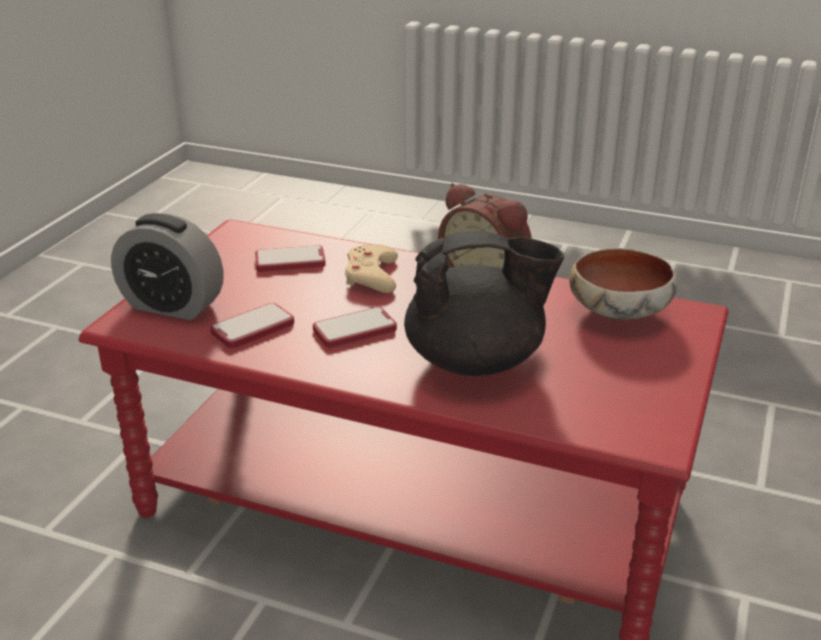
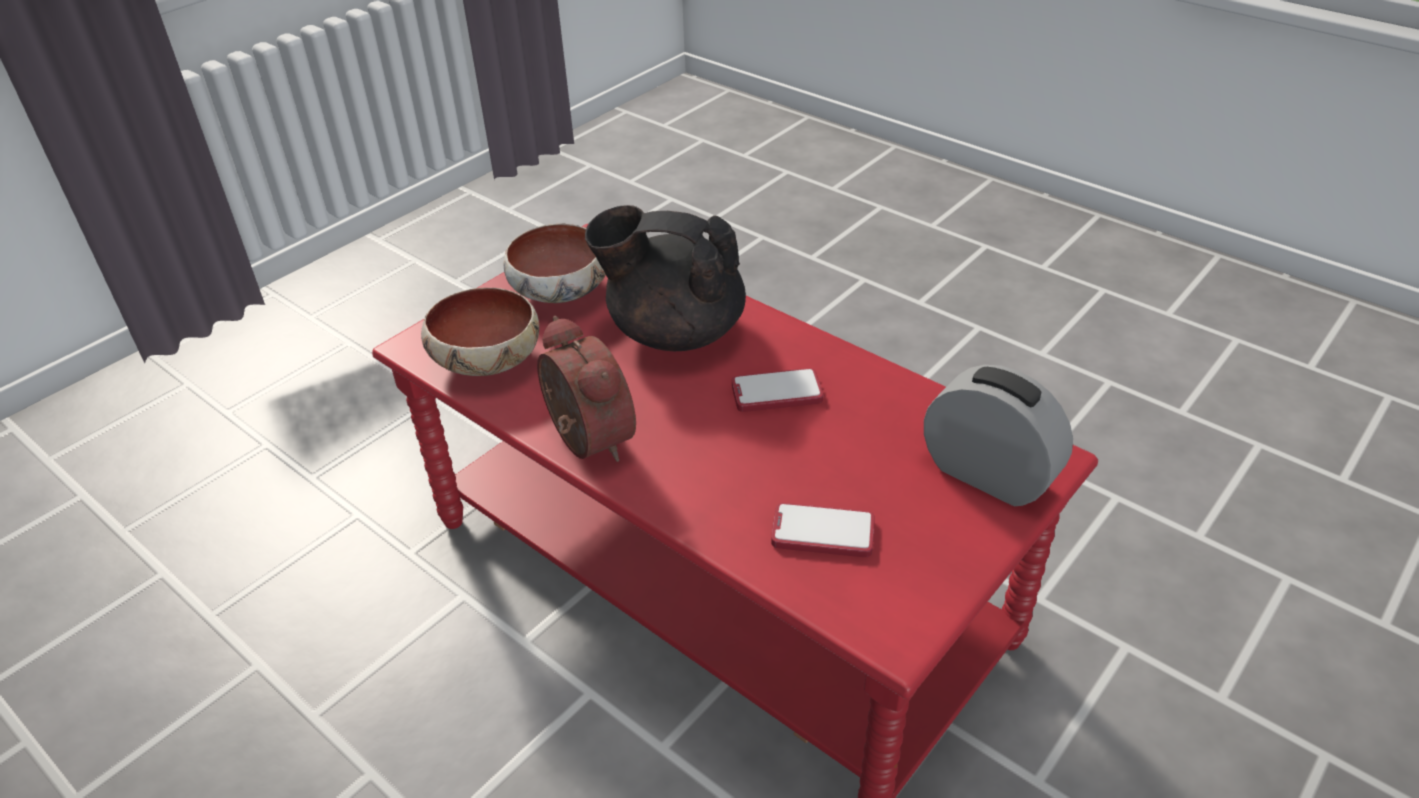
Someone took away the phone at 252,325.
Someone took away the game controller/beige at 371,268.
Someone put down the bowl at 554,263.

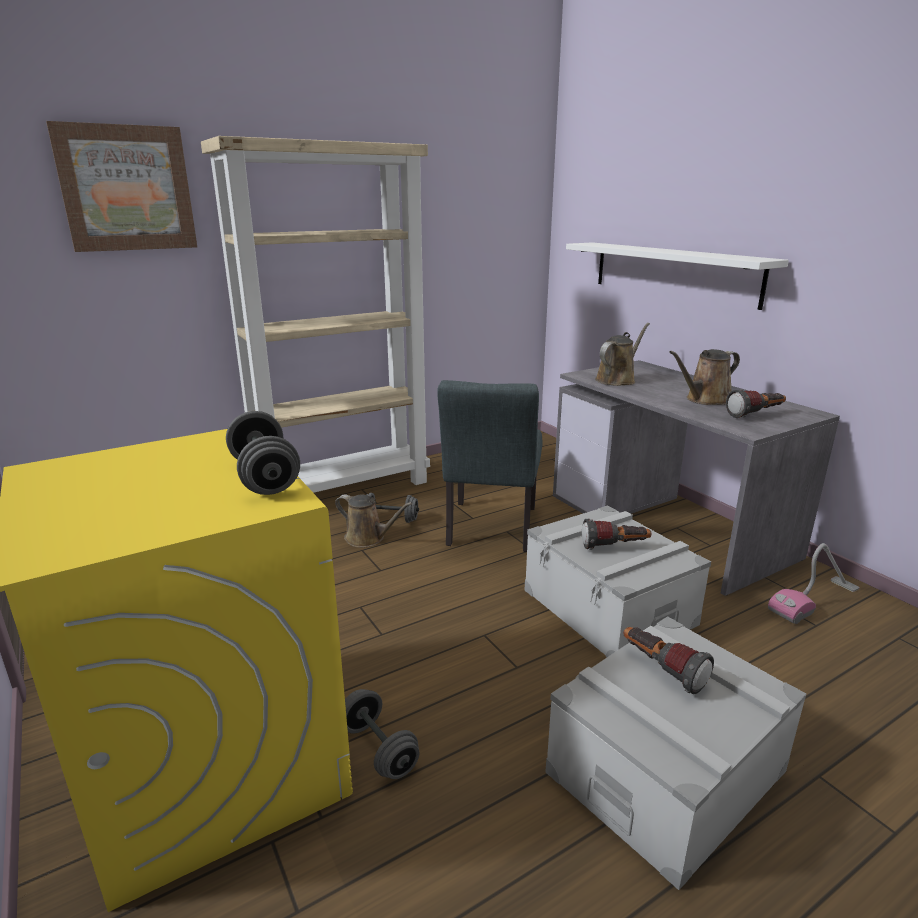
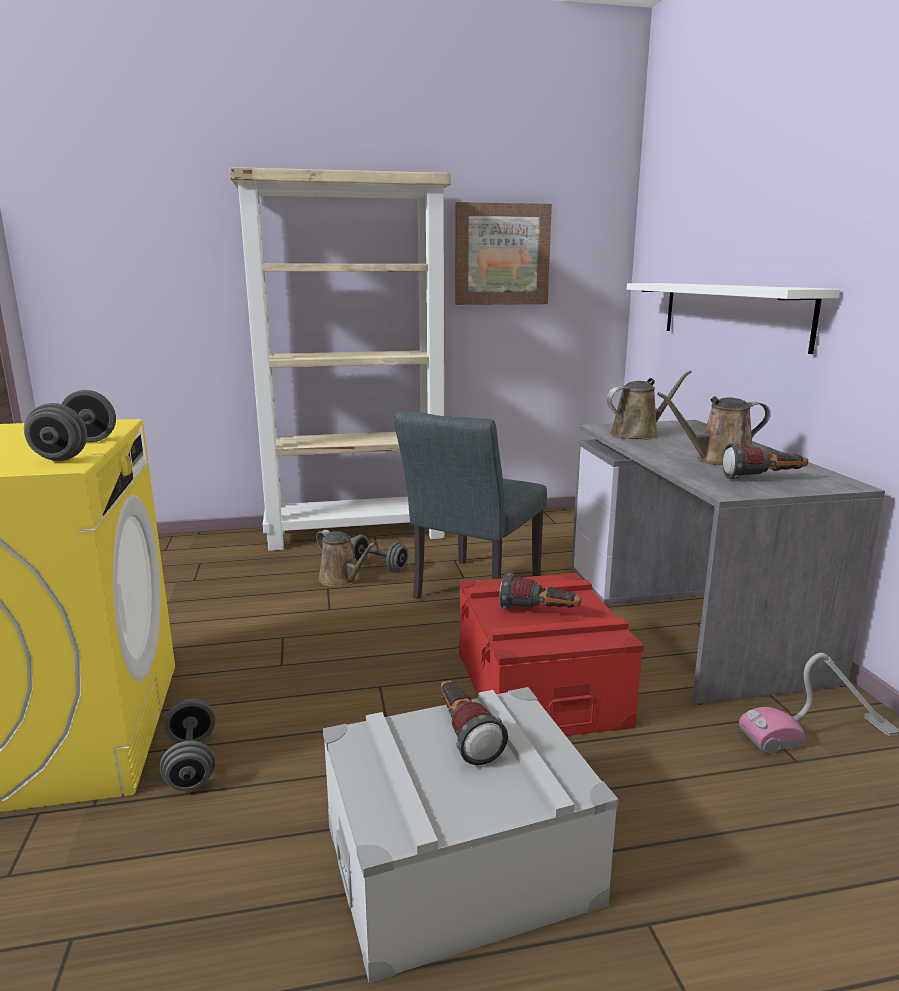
Someone carried the picture from 121,186 to 503,253.
Someone repainted the storage box/grey at 618,581, which became the storage box/red at 551,654.

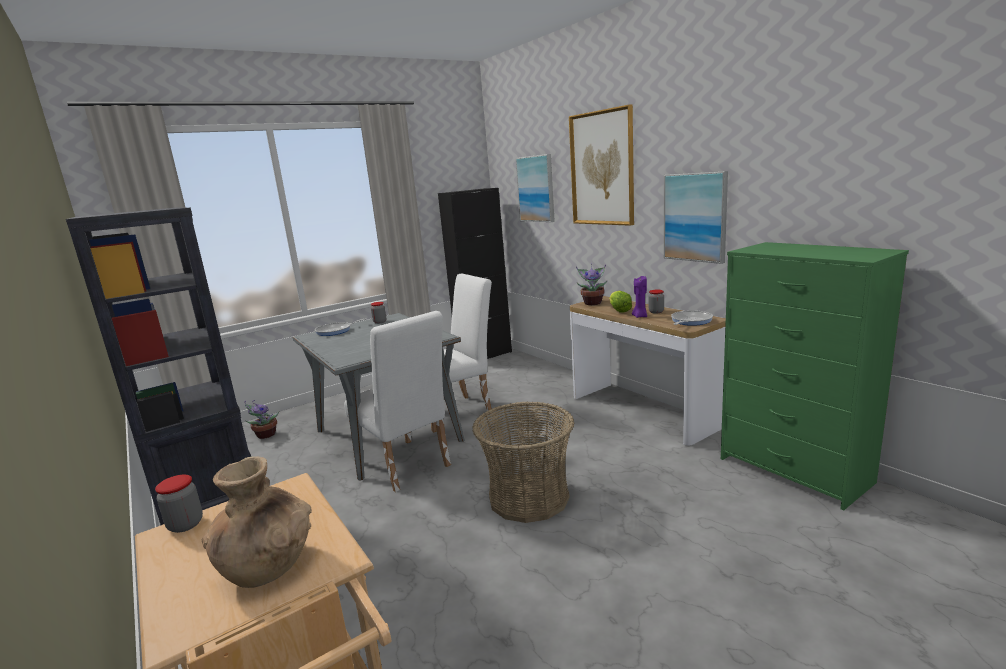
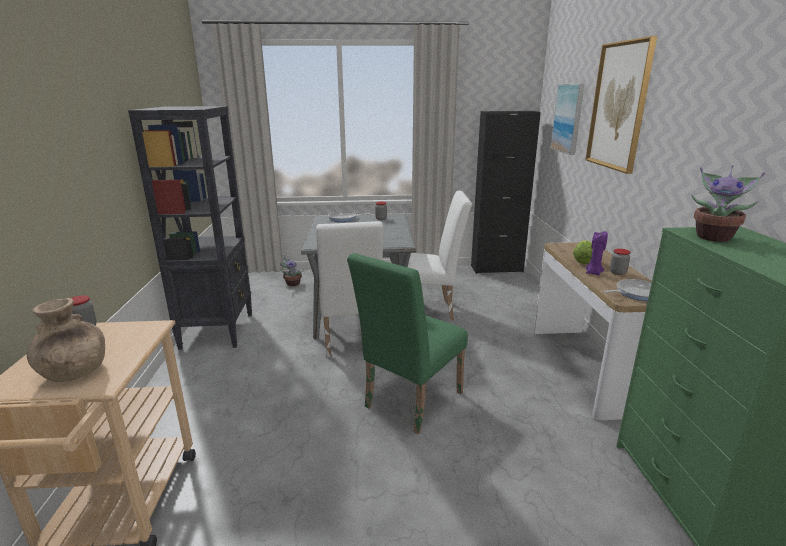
Someone took away the picture at 696,217.
Someone carried the potted plant from 592,284 to 728,203.
Someone swapped the basket at 523,462 for the chair/green at 407,343.

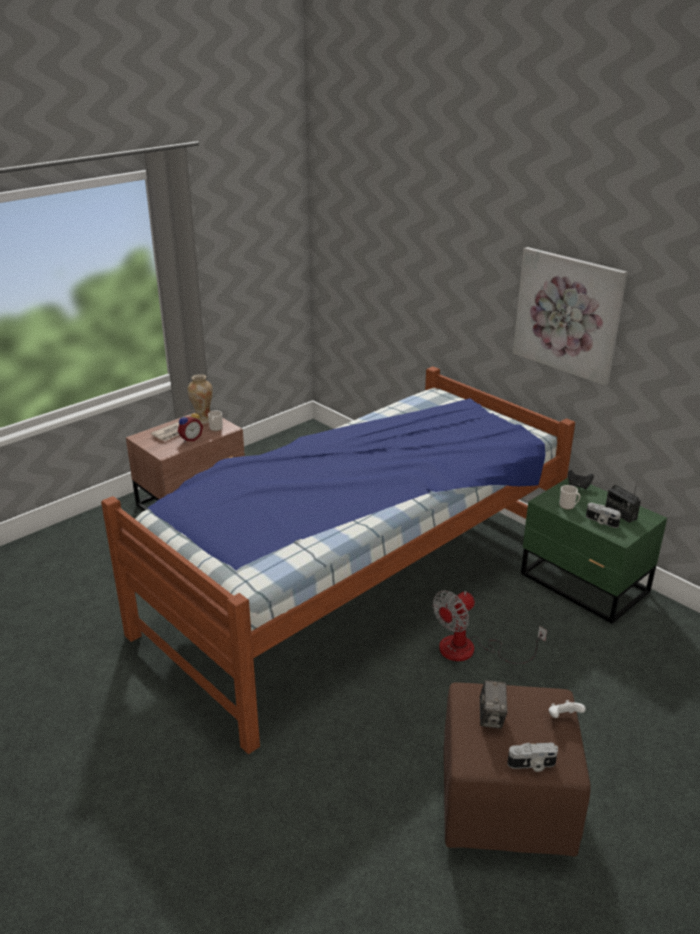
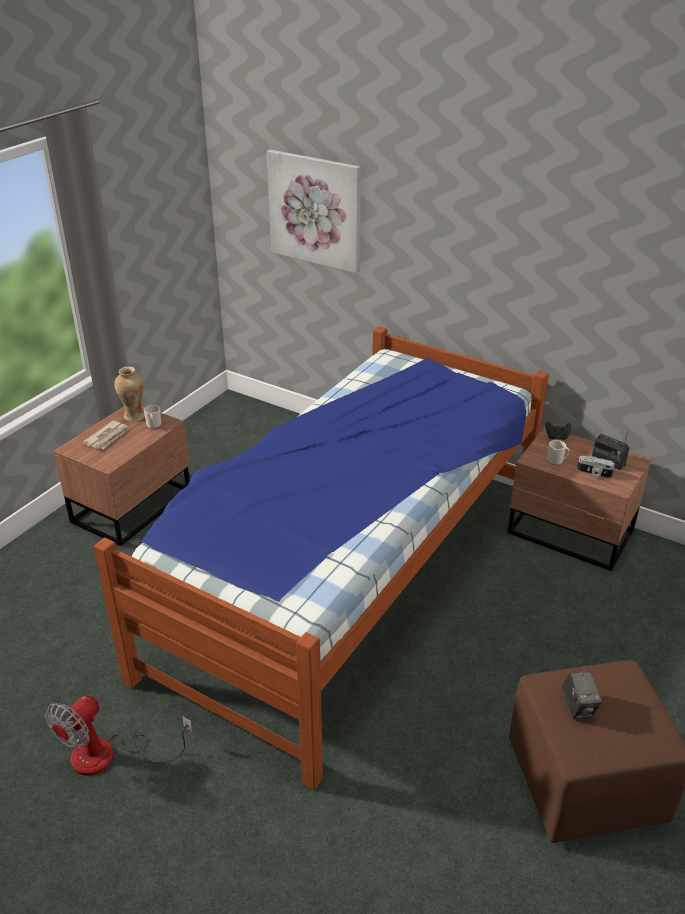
Someone took away the alarm clock at 190,426.
Someone took away the photo camera at 532,757.
Someone took away the game controller/white at 567,709.
Someone carried the fan from 490,627 to 119,735.
Someone carried the picture from 570,316 to 314,211.
Someone repainted the nightstand/green at 594,551, which became the nightstand/brown at 579,499.

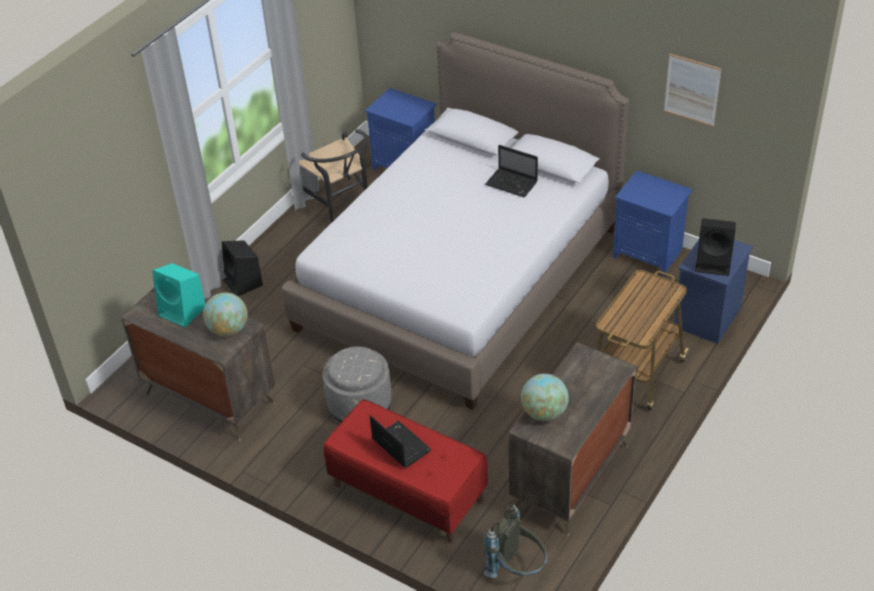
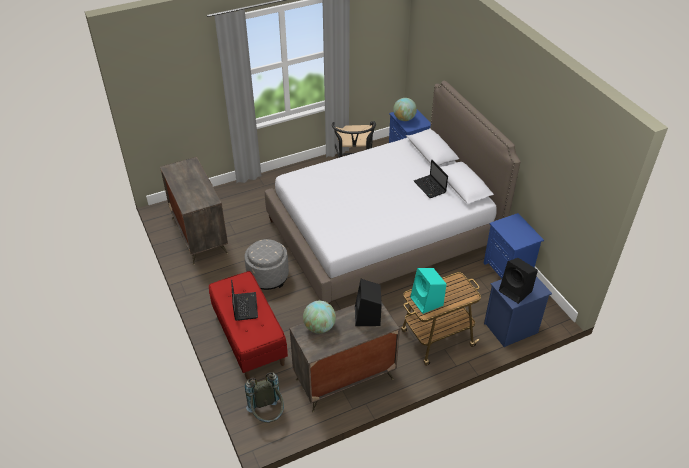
Someone took away the picture at 693,90.
Someone carried the speaker/turquoise from 178,295 to 428,291.
Someone carried the globe from 225,314 to 405,109.
Someone carried the speaker/black from 242,268 to 368,302.

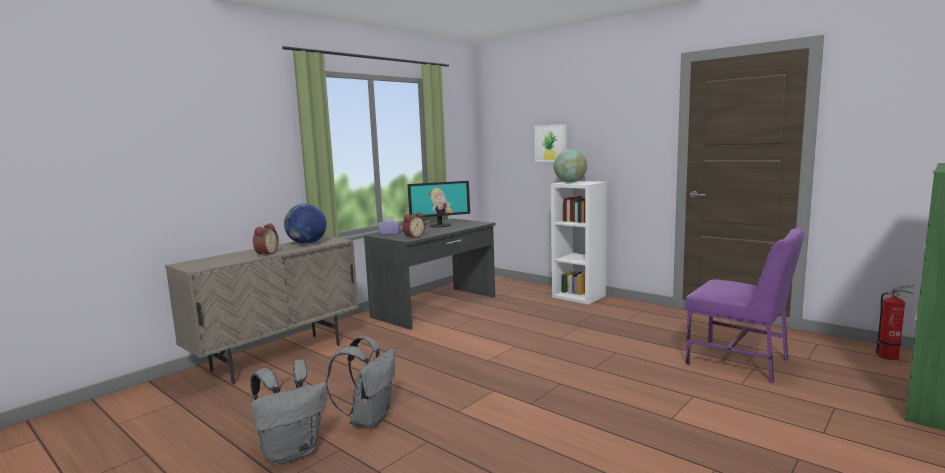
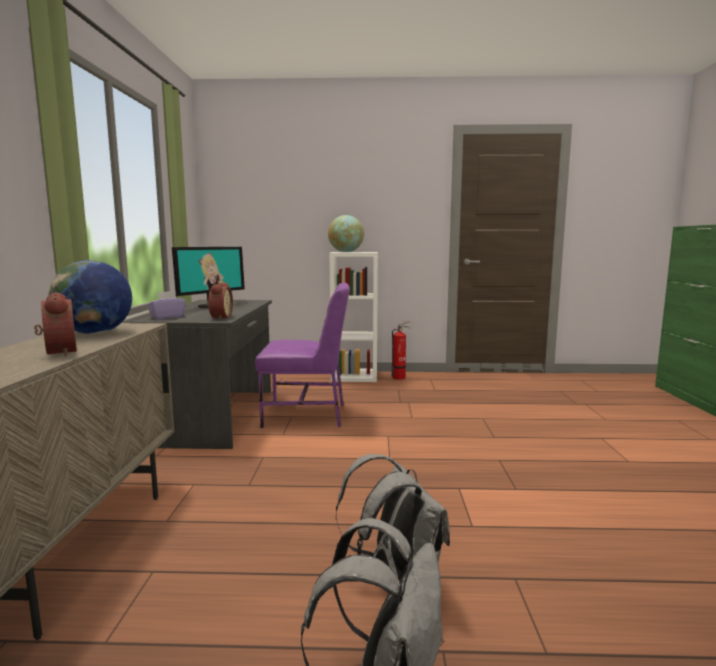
Someone took away the picture at 551,142.
Someone carried the chair/purple from 744,305 to 302,355.
Someone carried the fire extinguisher from 895,322 to 401,350.

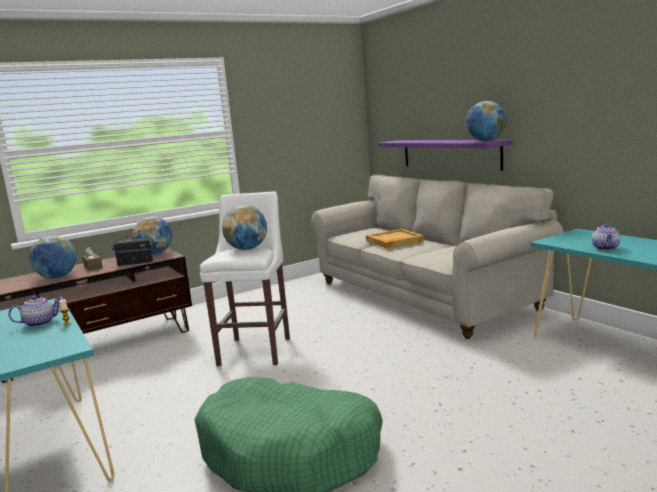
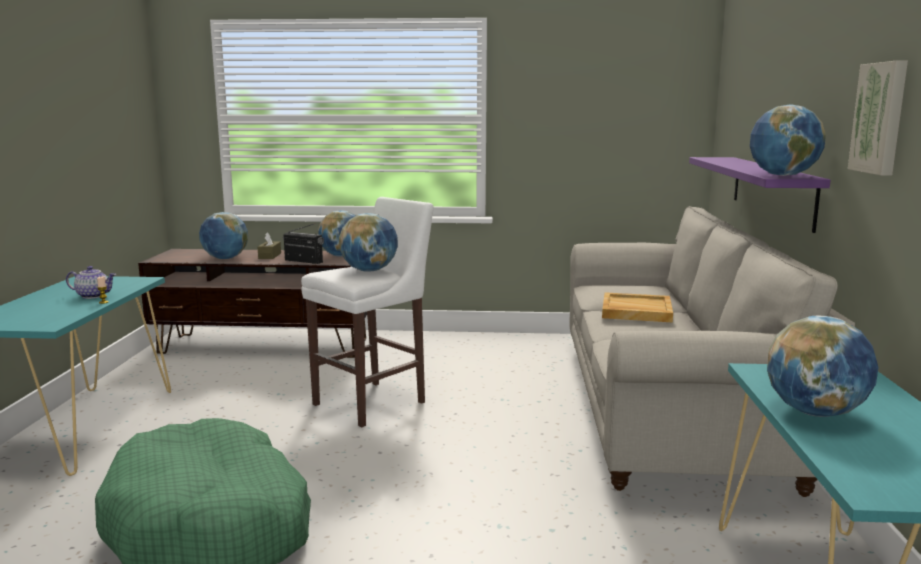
Someone put up the picture at 878,118.
Someone swapped the teapot at 606,237 for the globe at 822,366.

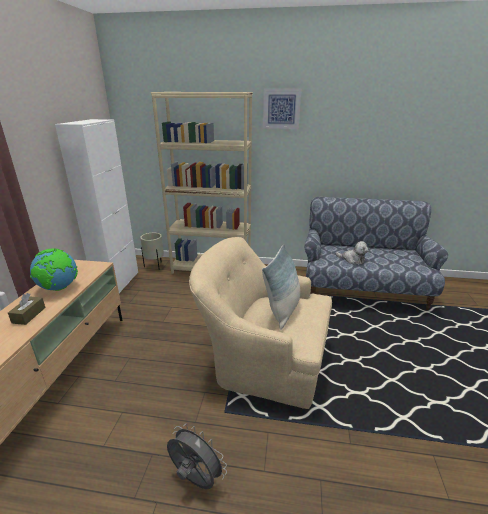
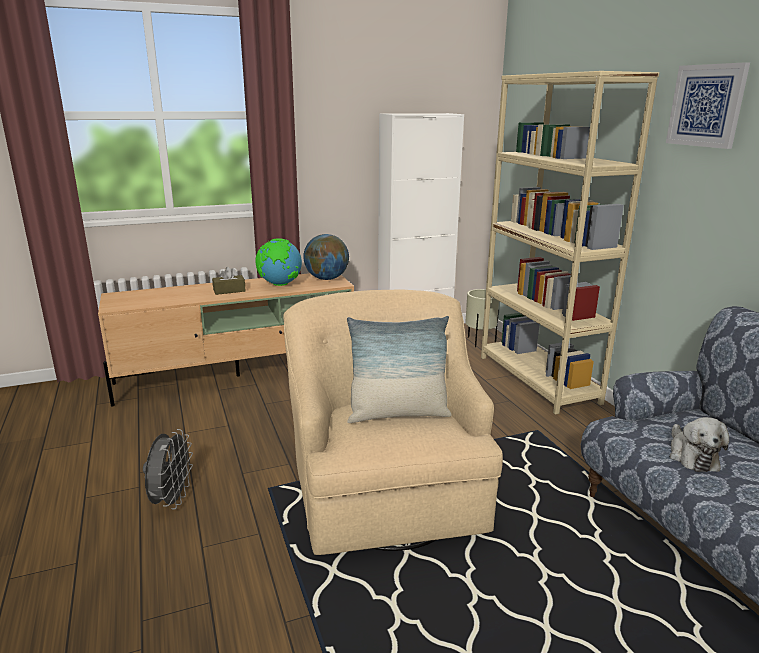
Someone put down the globe at 326,257.

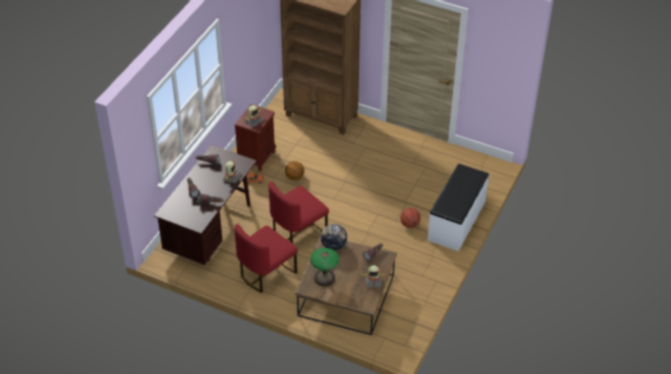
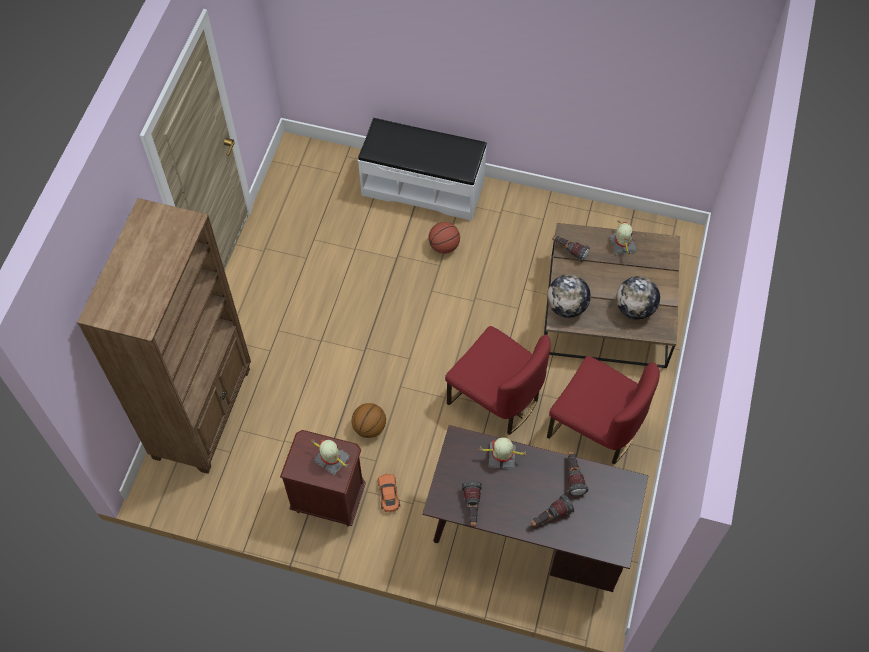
Someone swapped the table lamp at 324,267 for the globe at 638,298.

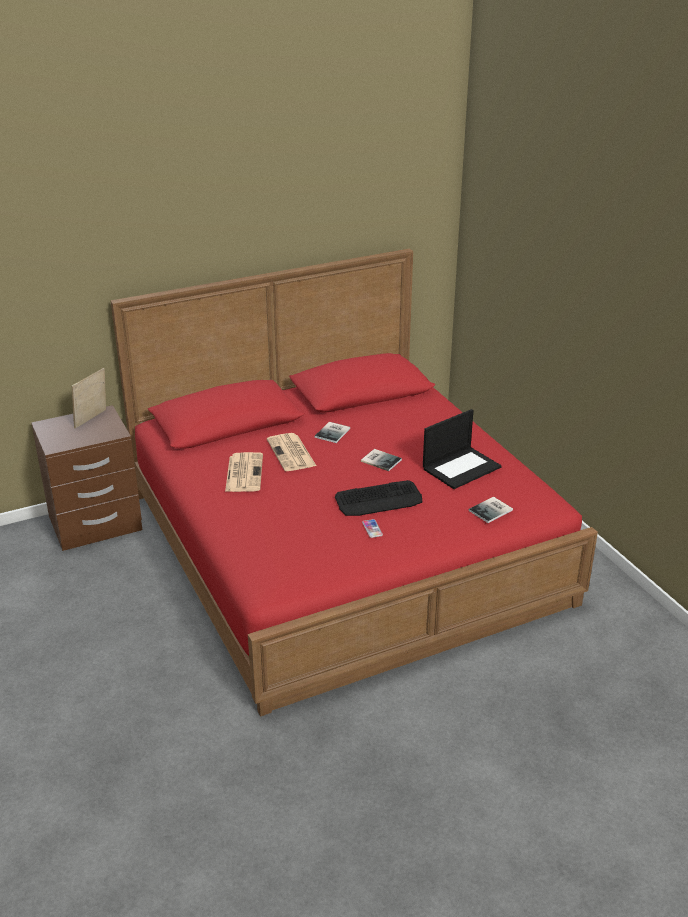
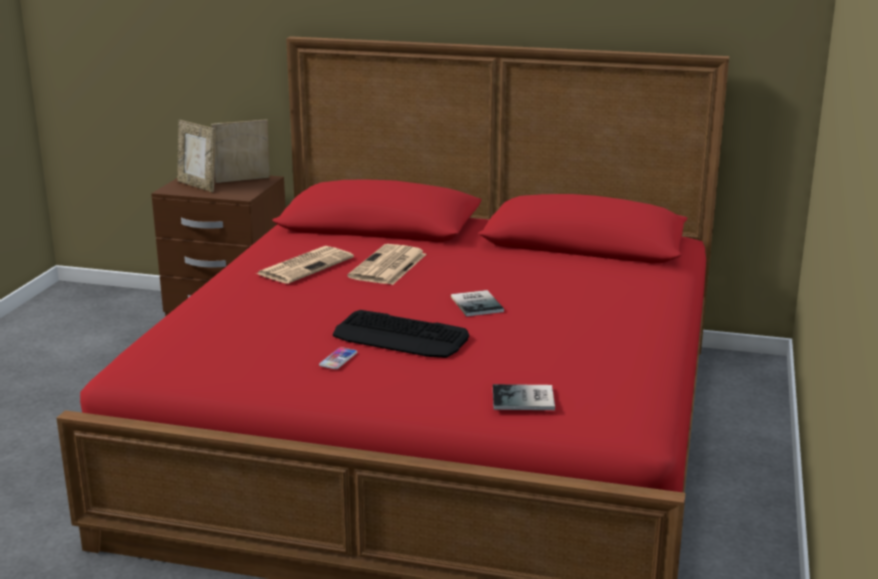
Someone took away the book at 332,432.
Someone took away the laptop at 462,449.
Someone put down the picture frame at 196,156.

